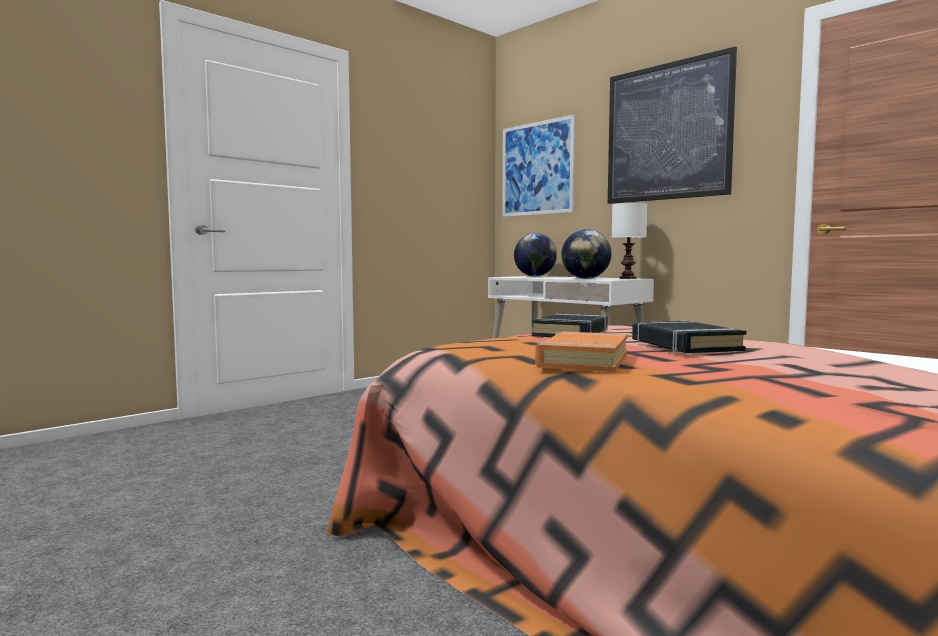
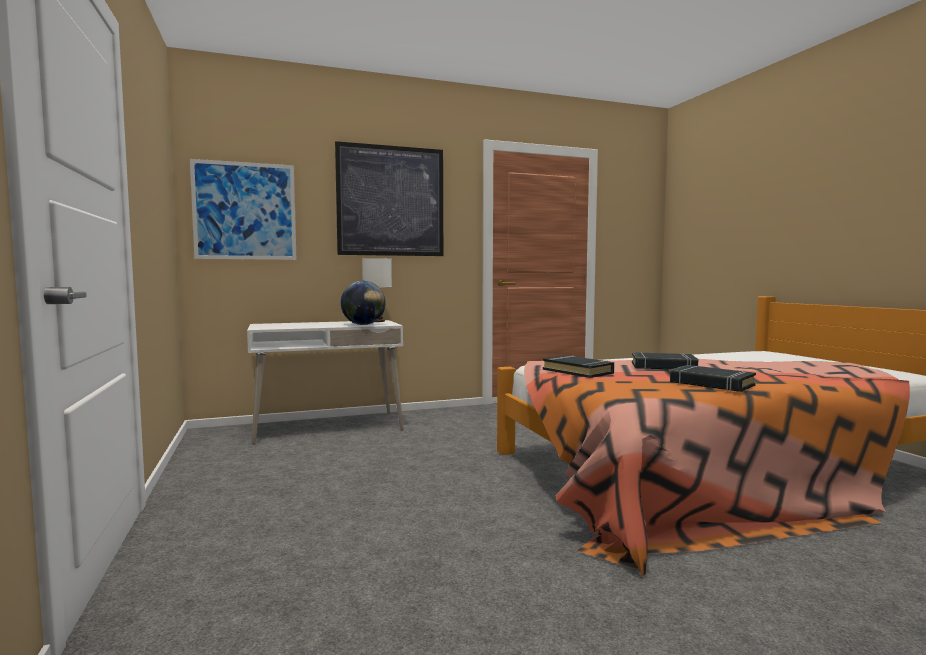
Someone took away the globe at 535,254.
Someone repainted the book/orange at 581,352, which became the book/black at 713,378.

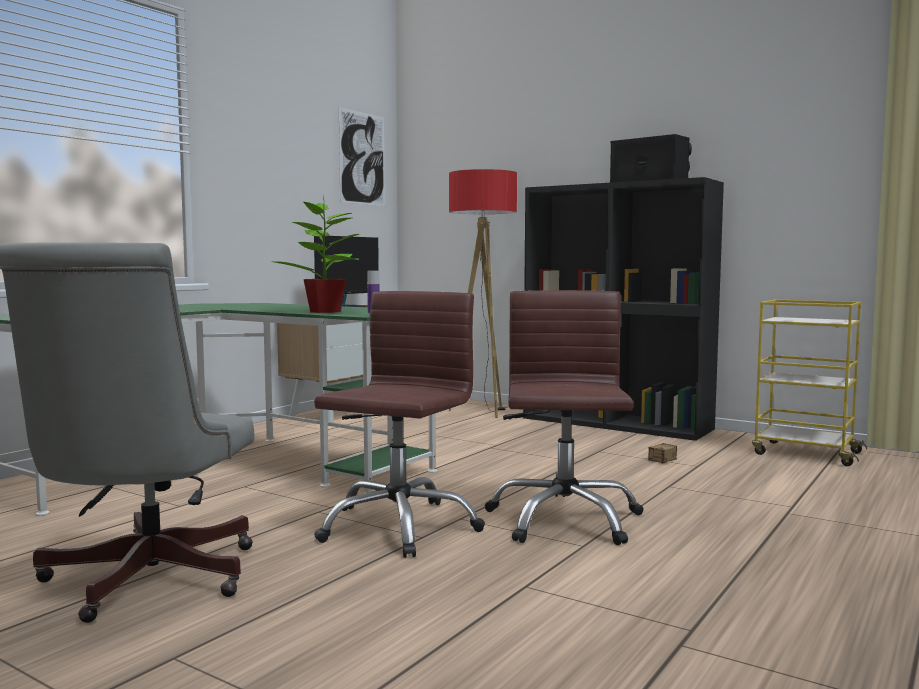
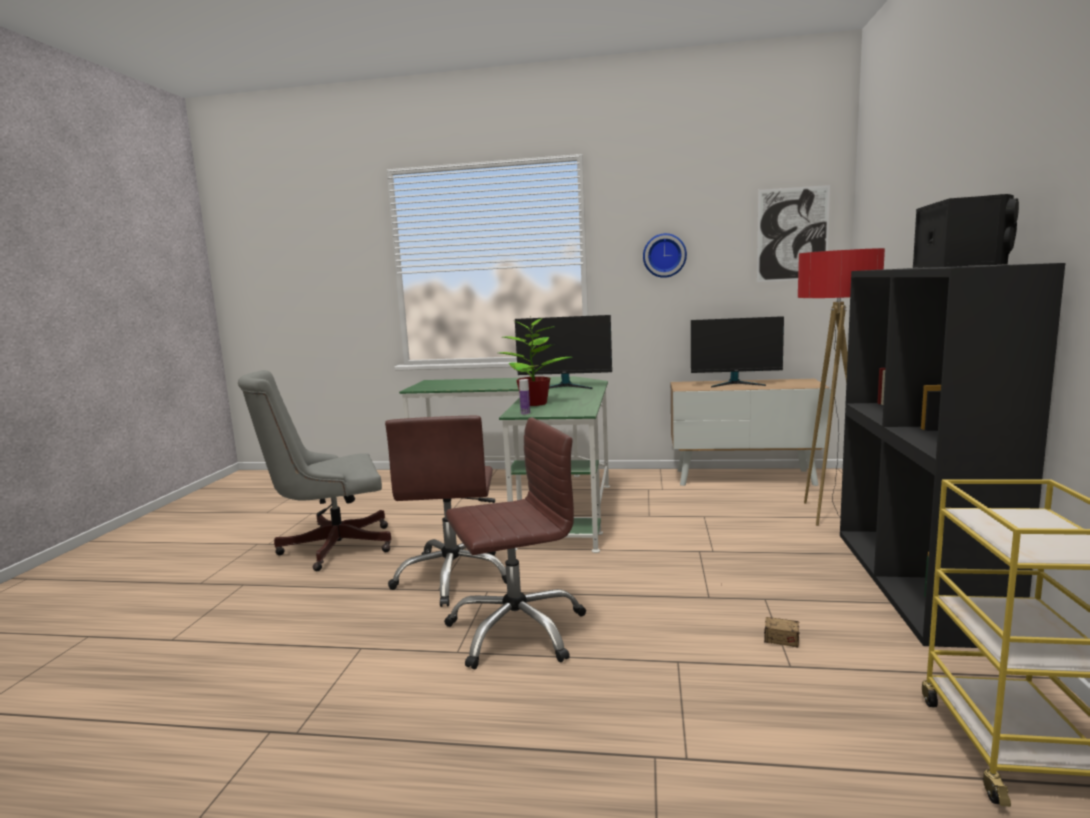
Someone put down the monitor at 563,352.
Someone put up the wall clock at 665,255.
Someone rotated the office chair/brown at 399,424 by 90 degrees clockwise.

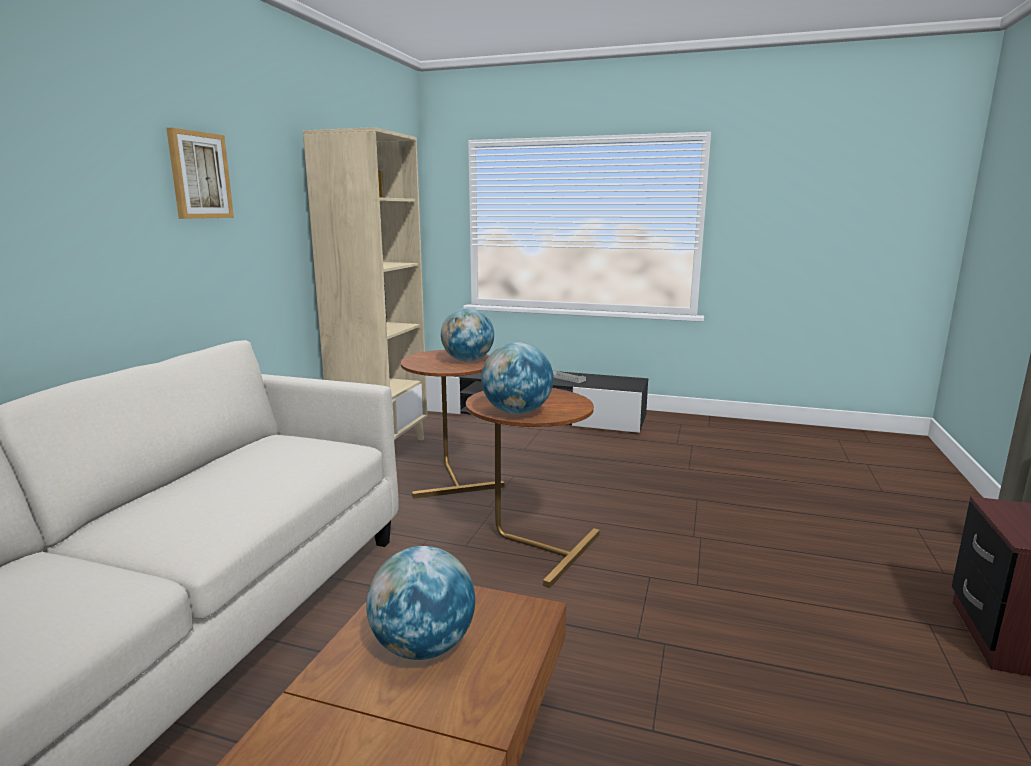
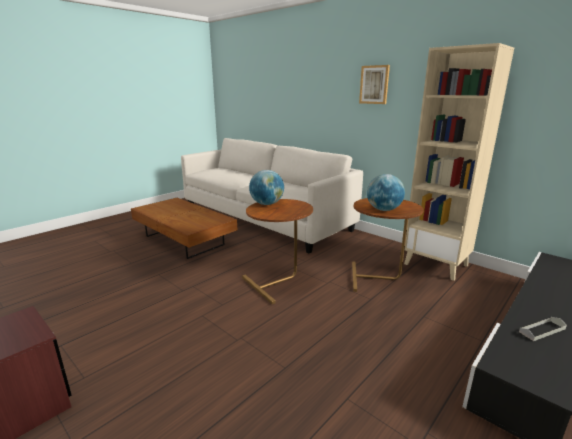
Someone took away the globe at 420,603.

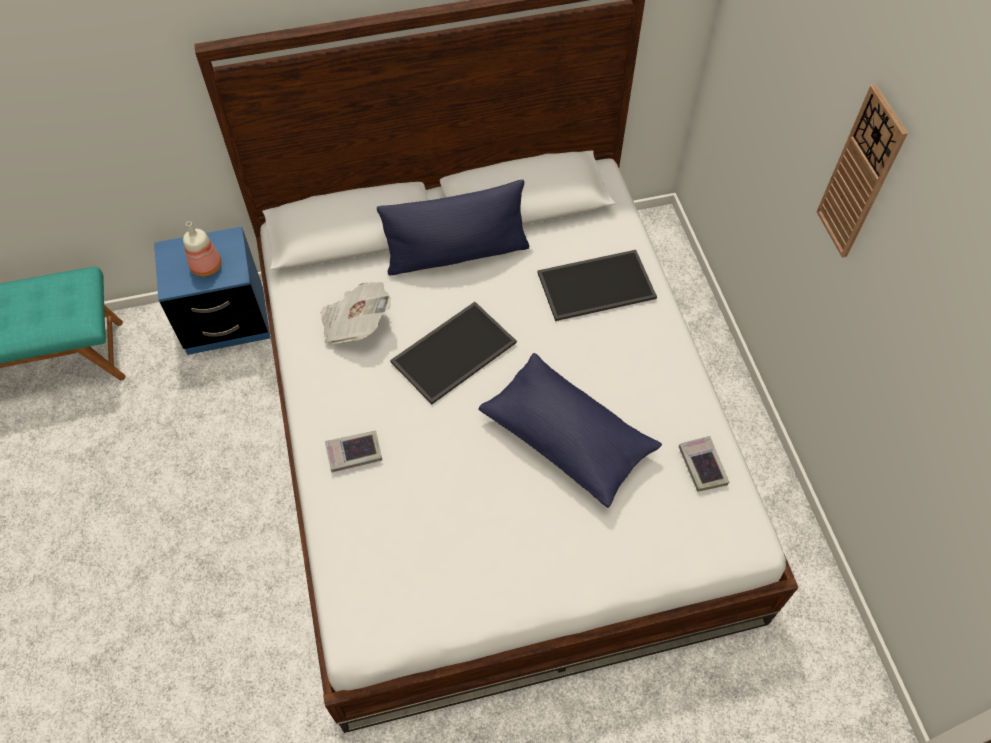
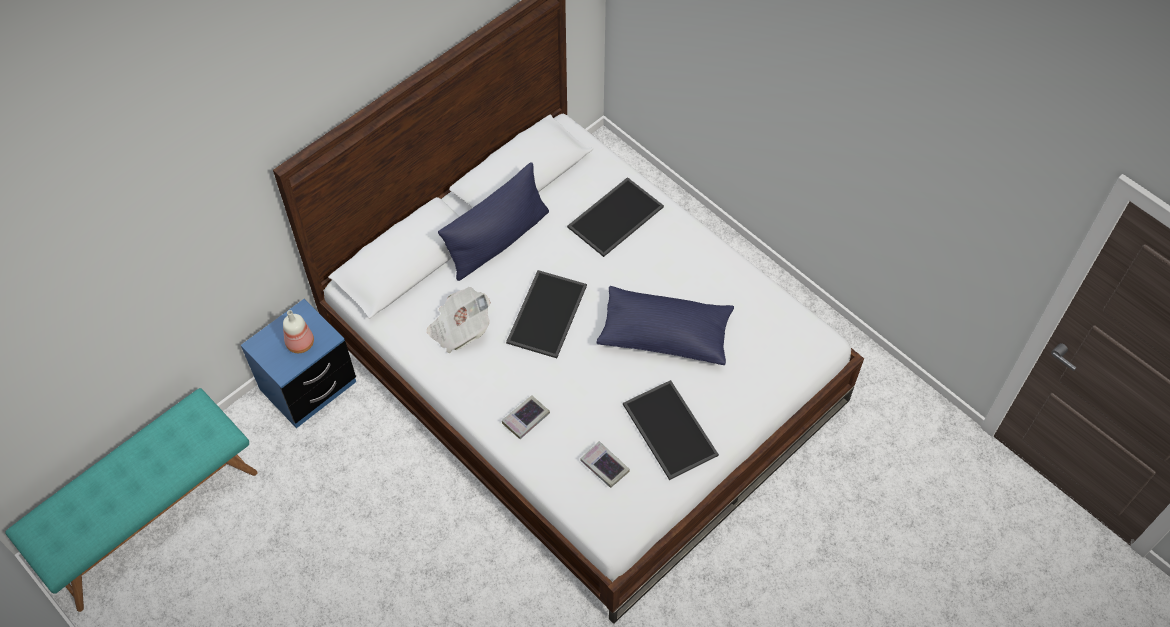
Someone took away the wall clock at 862,171.
Someone put down the tray at 671,430.
Someone carried the book from 703,464 to 605,464.

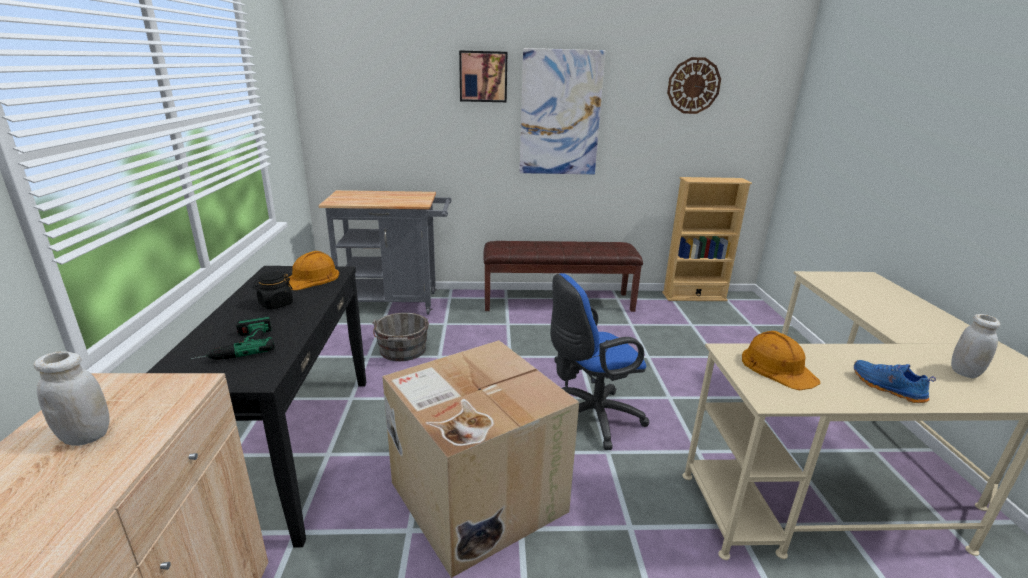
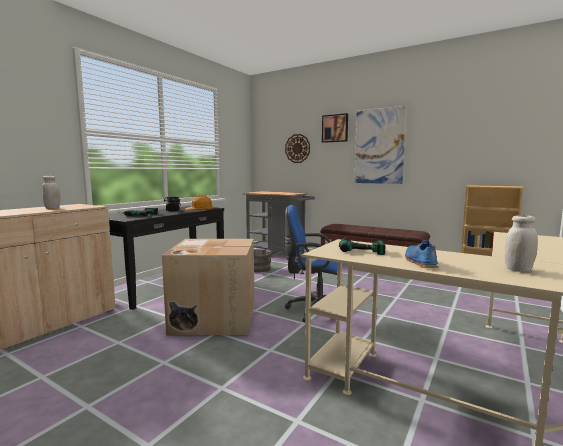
Someone carried the wall clock from 694,85 to 297,148.
Someone swapped the hard hat/orange at 781,360 for the power drill at 362,246.

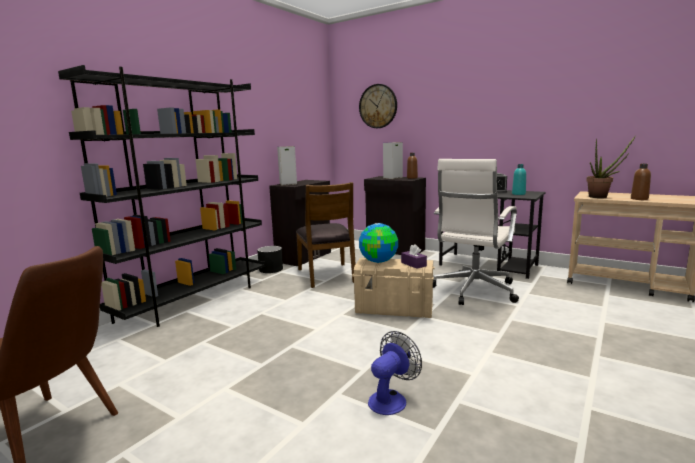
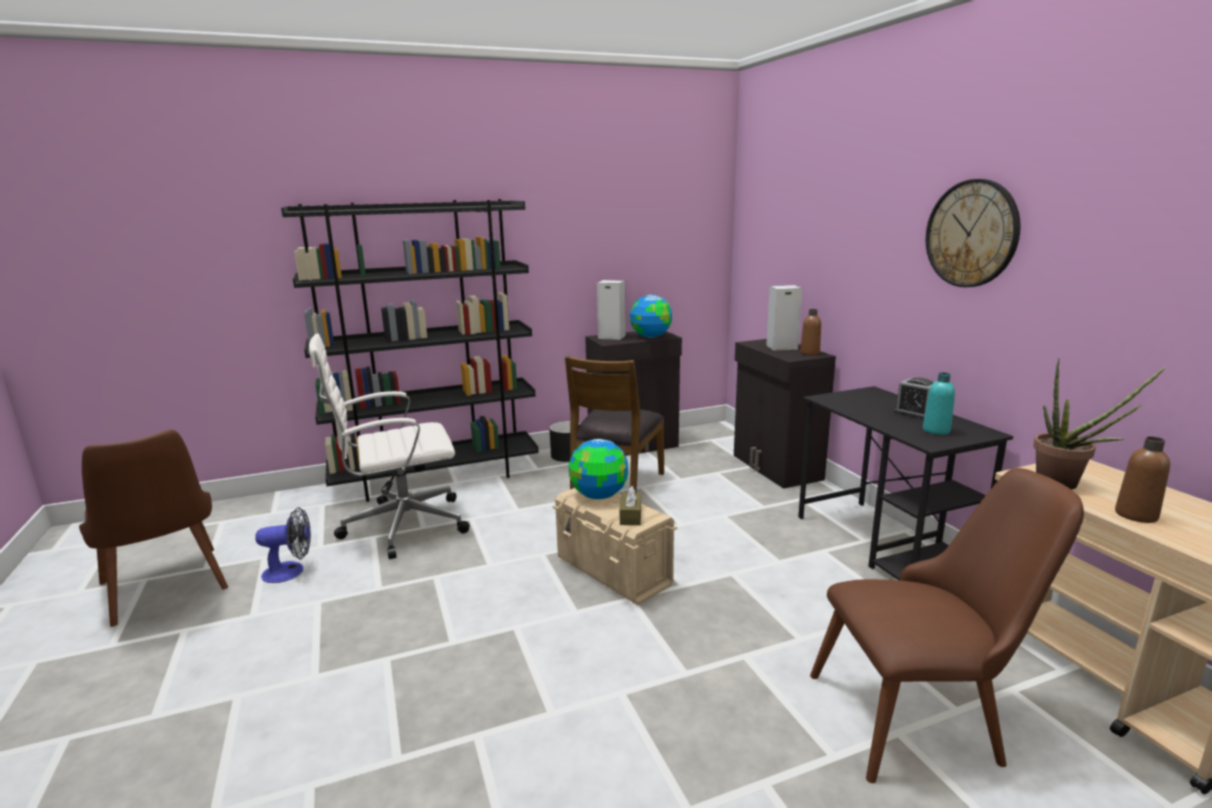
Someone put down the globe at 651,316.
Someone put down the chair/brown at 947,625.
Someone carried the wall clock from 378,106 to 973,233.
Someone carried the fan from 395,373 to 283,545.
Someone carried the office chair/white from 476,232 to 389,446.
Someone repainted the tissue box/purple at 414,256, which became the tissue box/brown at 630,505.

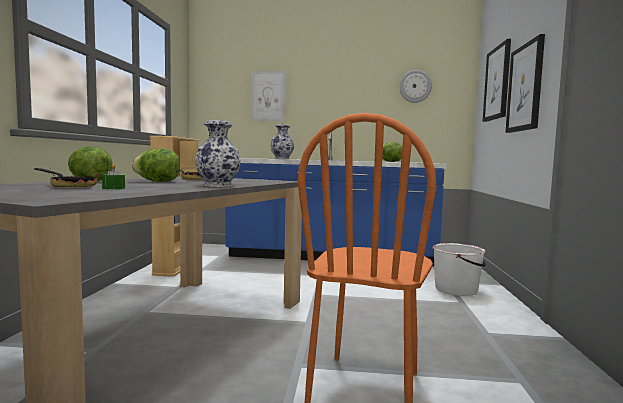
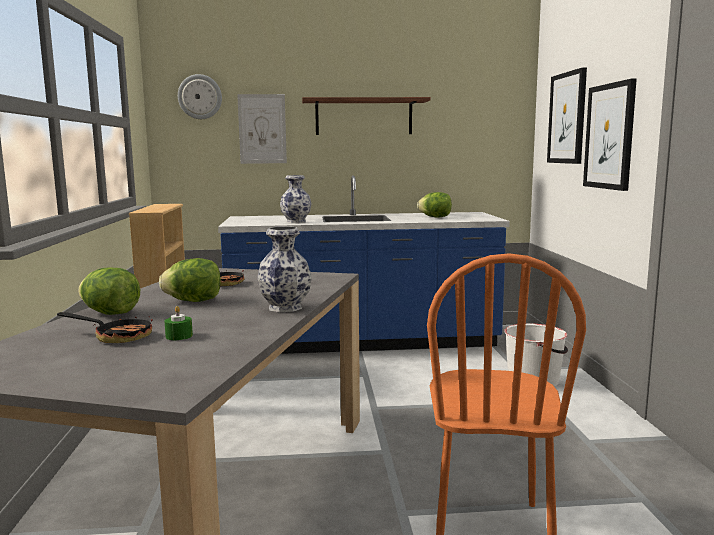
Someone put up the shelf at 366,116.
Someone carried the wall clock from 415,86 to 200,96.

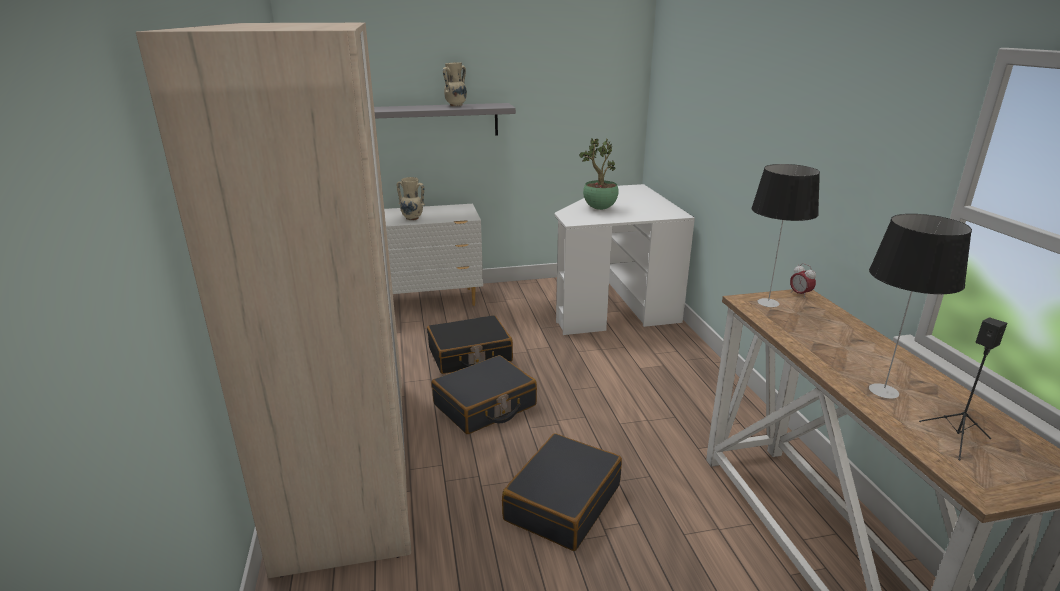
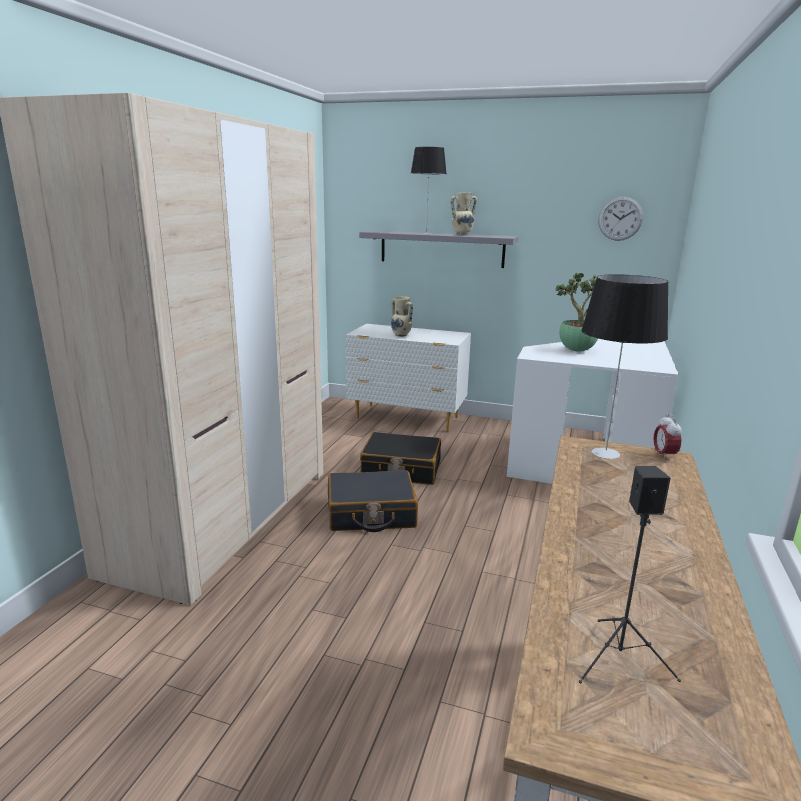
Someone took away the suitcase/black at 562,492.
Someone put up the wall clock at 620,219.
Someone carried the table lamp from 920,306 to 428,190.

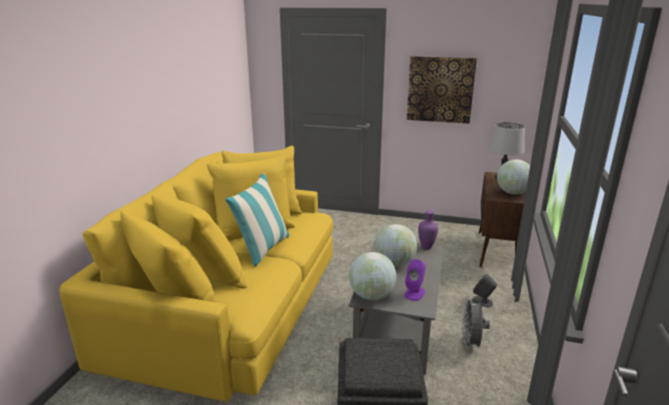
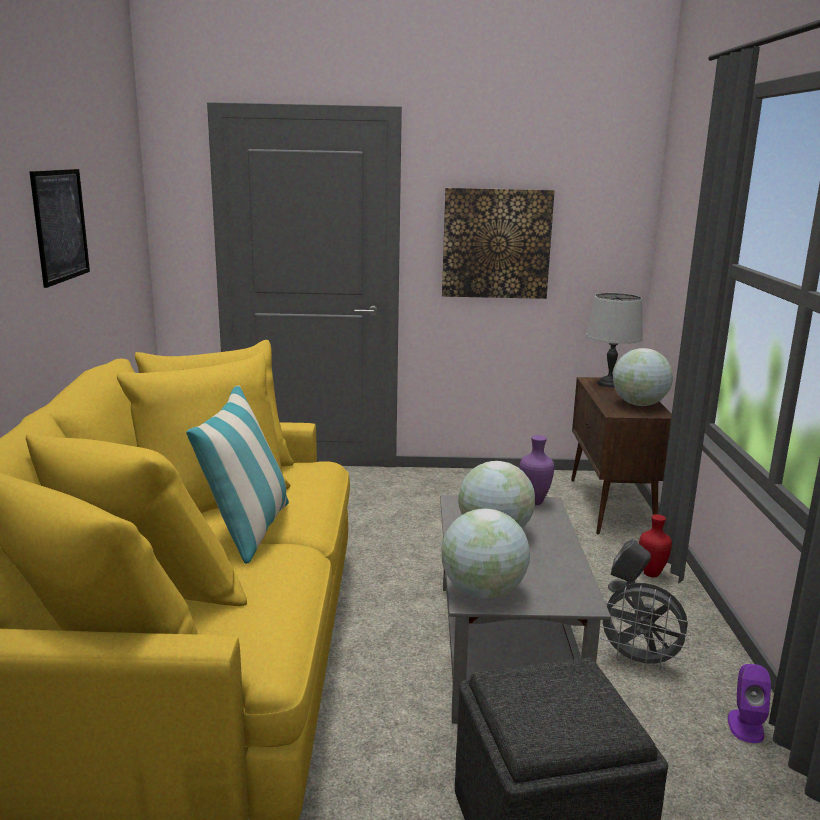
Someone put up the picture at 59,228.
Someone put down the vase/red at 655,545.
Someone carried the speaker/purple from 415,280 to 749,703.
Someone rotated the fan/grey at 476,323 by 60 degrees counterclockwise.

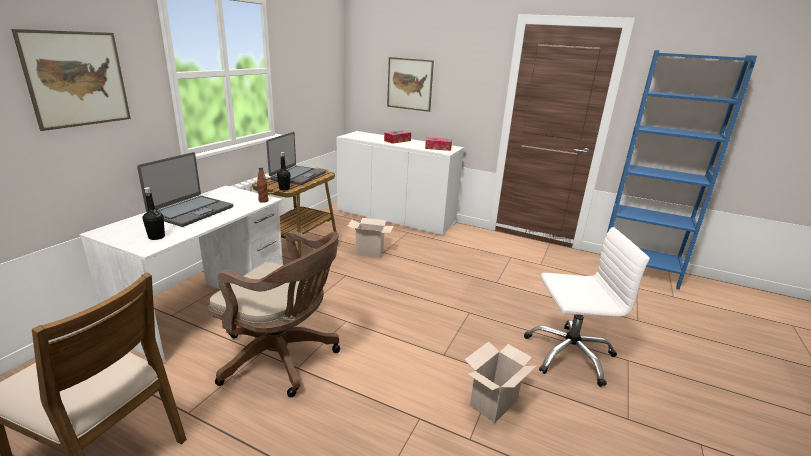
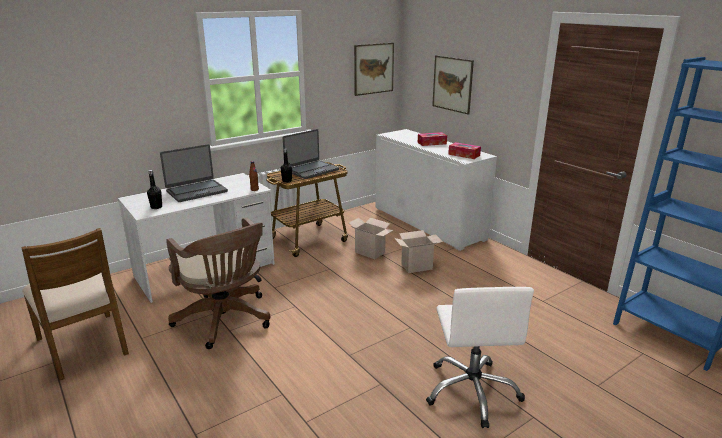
Someone carried the picture from 71,80 to 374,69.
Someone carried the cardboard box from 500,382 to 418,251.
Someone rotated the office chair/white at 587,307 by 60 degrees clockwise.

